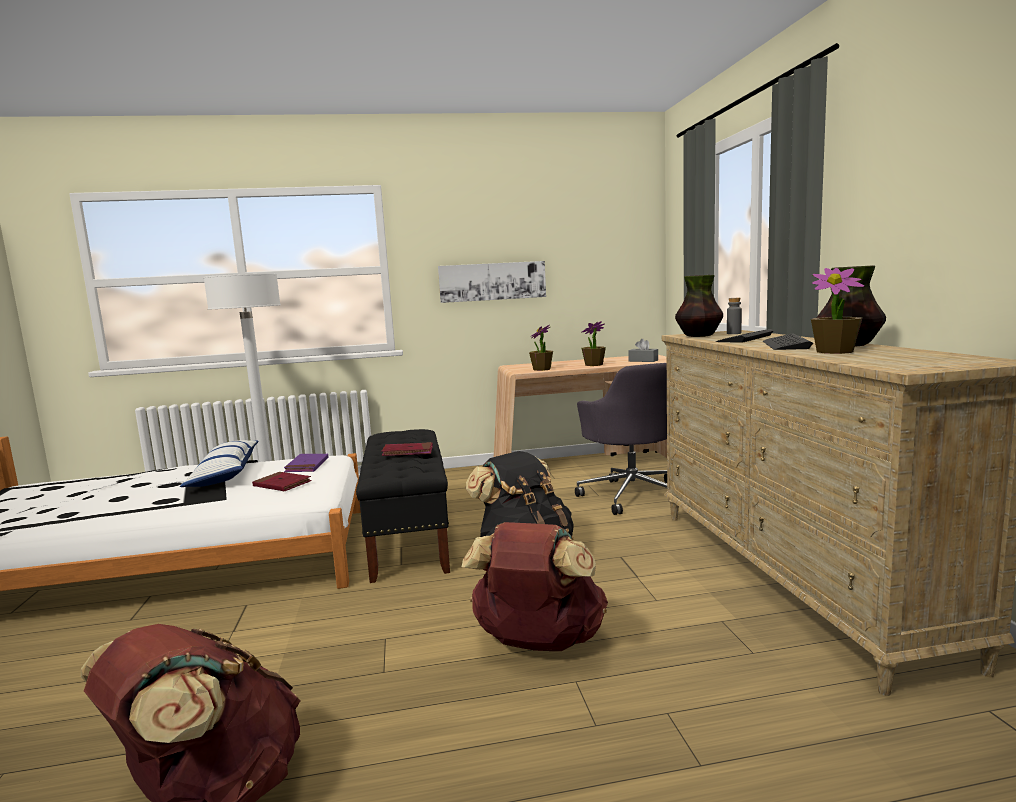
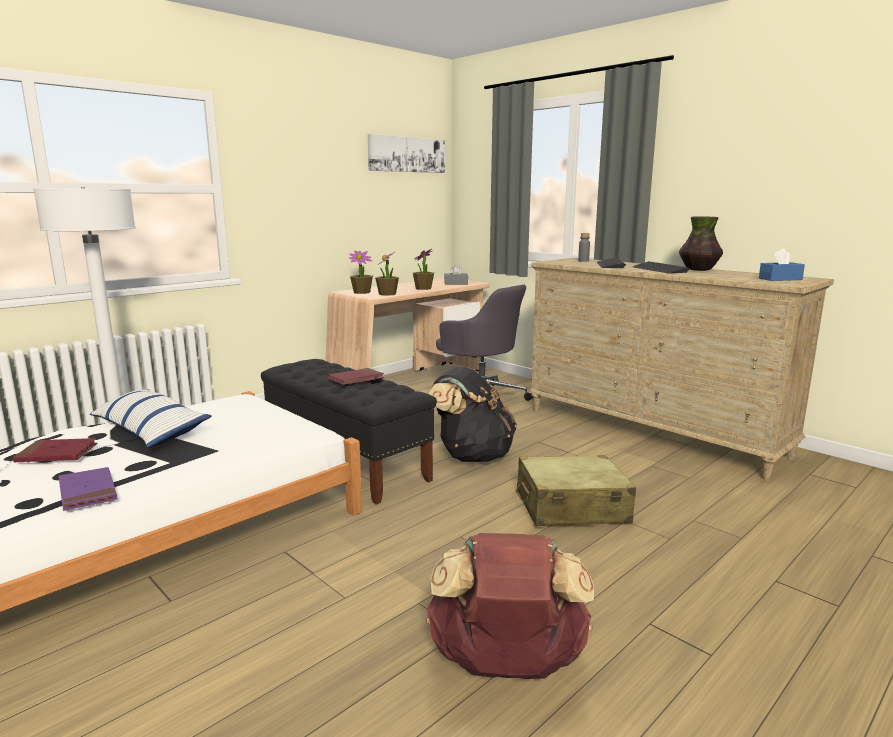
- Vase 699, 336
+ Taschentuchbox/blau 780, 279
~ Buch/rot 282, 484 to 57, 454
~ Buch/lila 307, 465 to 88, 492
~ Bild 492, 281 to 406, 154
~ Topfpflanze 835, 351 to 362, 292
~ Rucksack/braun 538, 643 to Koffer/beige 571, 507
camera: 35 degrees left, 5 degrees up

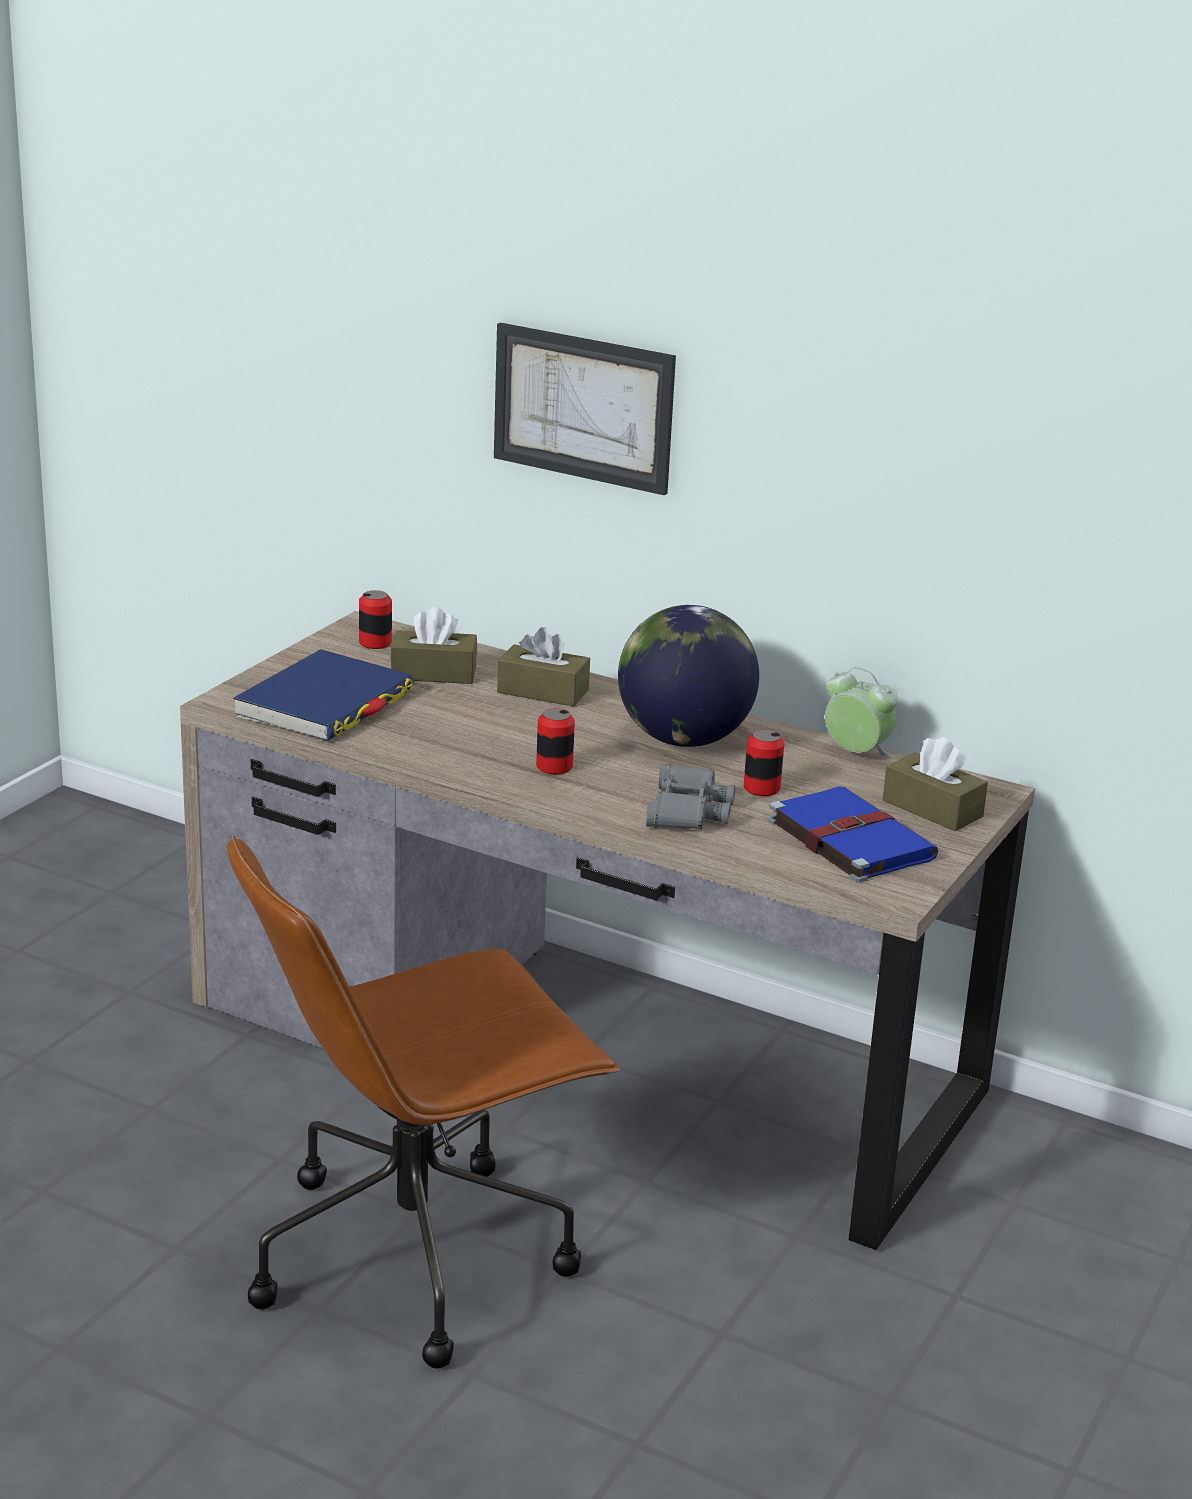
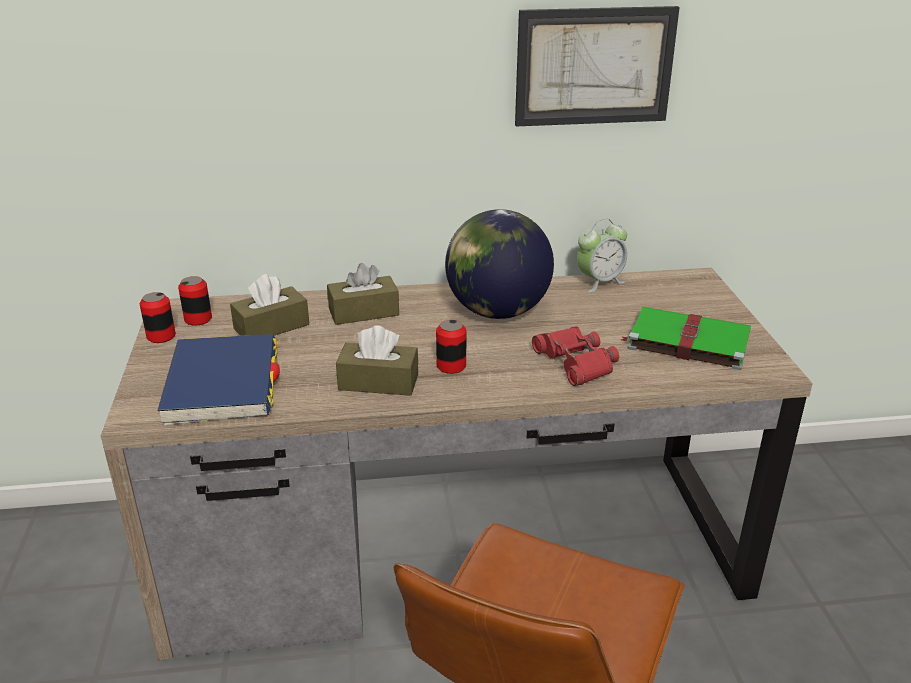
~ Bild 583, 407 to 594, 66
~ Dose 761, 788 to 161, 336
~ Taschentuchbox/braun 932, 808 to 378, 382
~ Fernglas/grau 687, 810 to Fernglas/rot 575, 362
~ Buch/blau 848, 838 to Buch/grün 686, 341
~ Wecker 856, 753 = 599, 282 150 degrees clockwise
camera: 35 degrees left, 5 degrees up

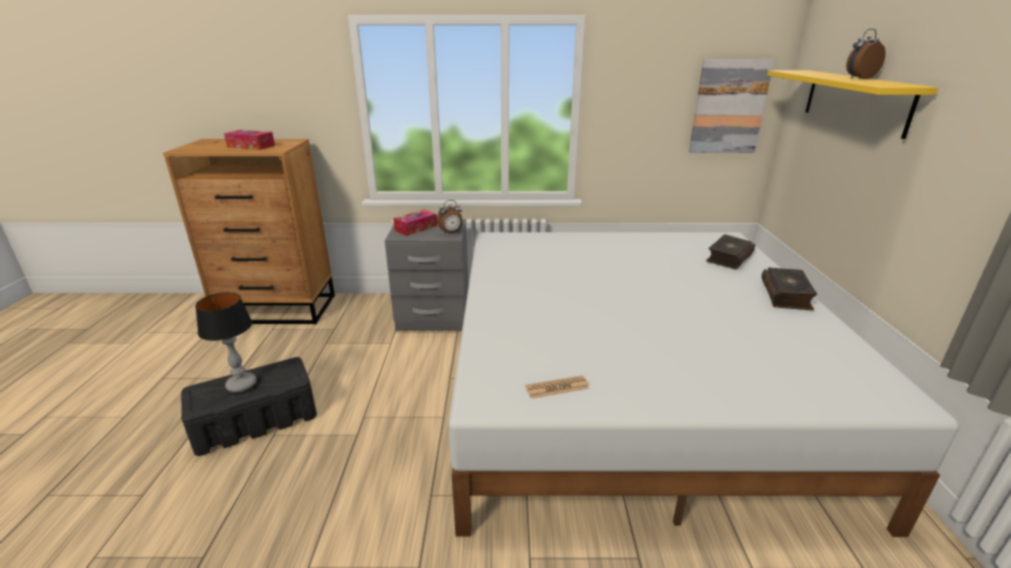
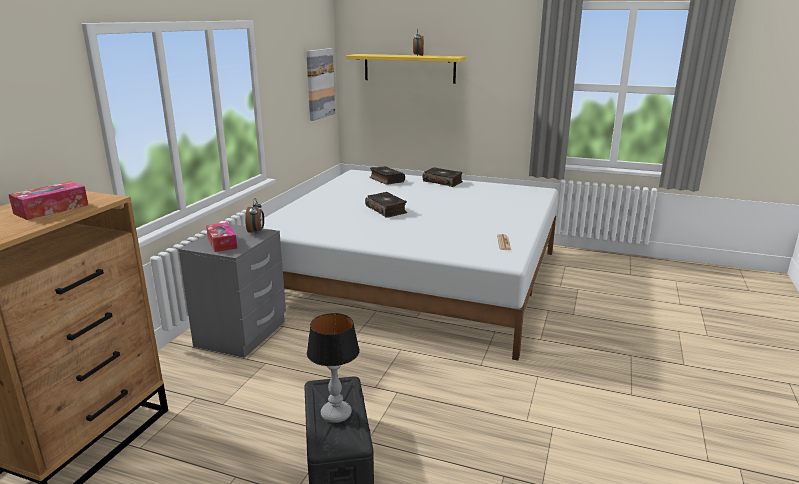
+ Buch 386, 210
camera: 70 degrees left, 5 degrees down

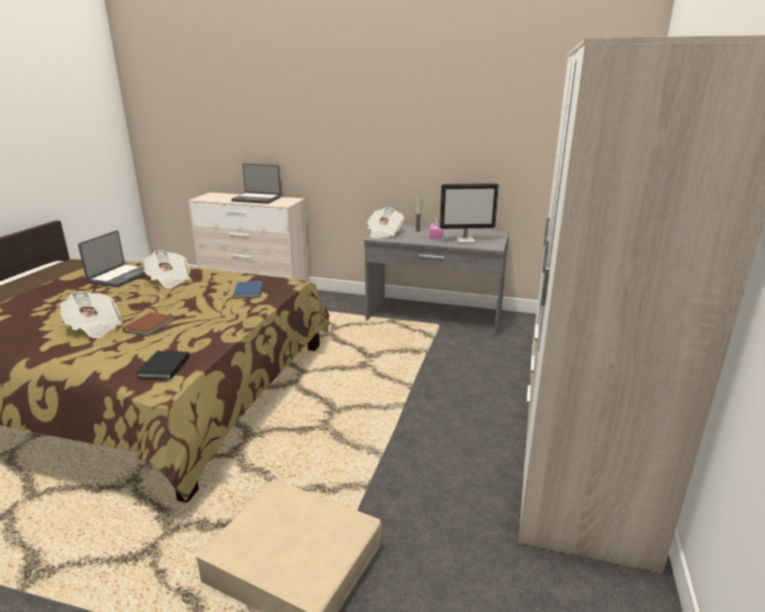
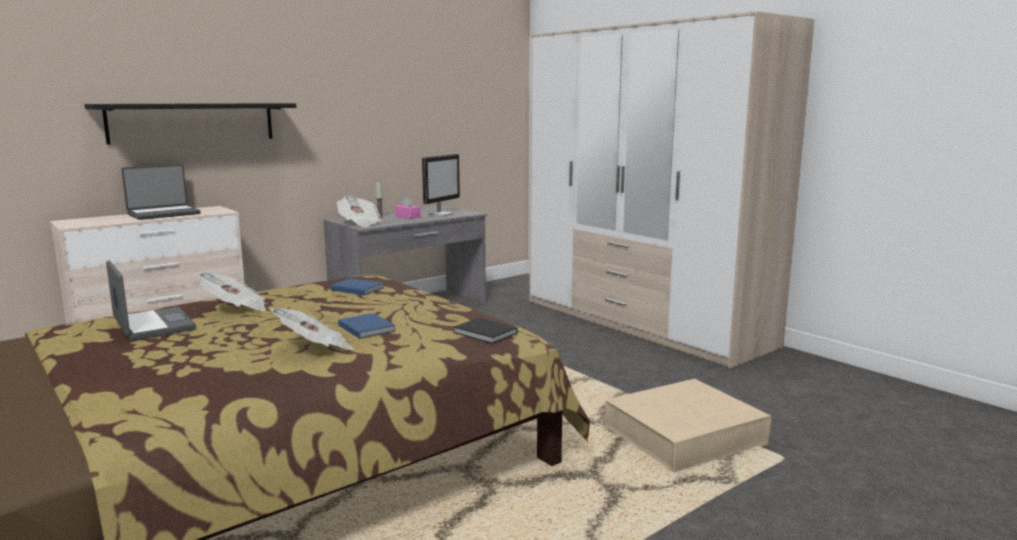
+ Wandregal/schwarz 192, 122
~ Buch/braun 150, 325 to Buch/blau 366, 328
camera: 55 degrees left, 10 degrees down

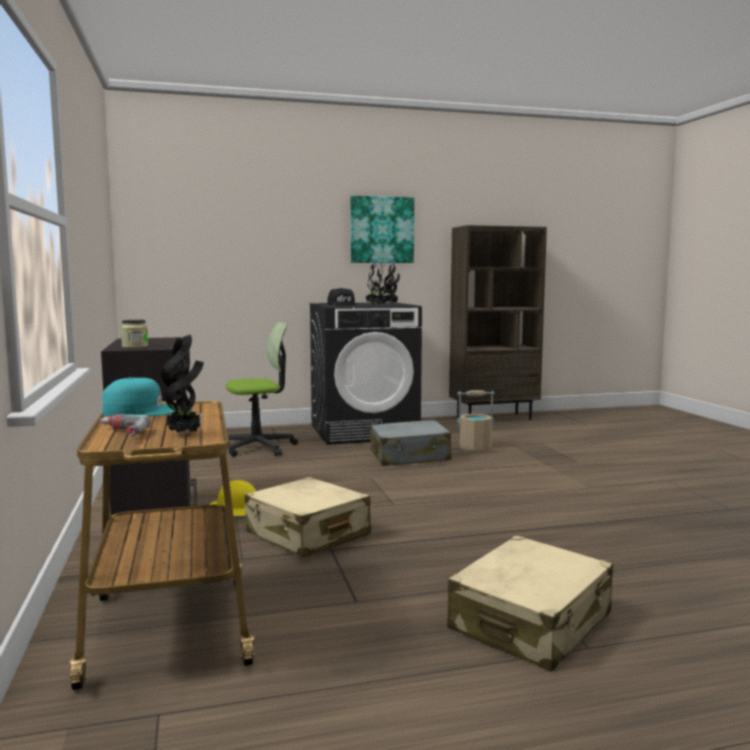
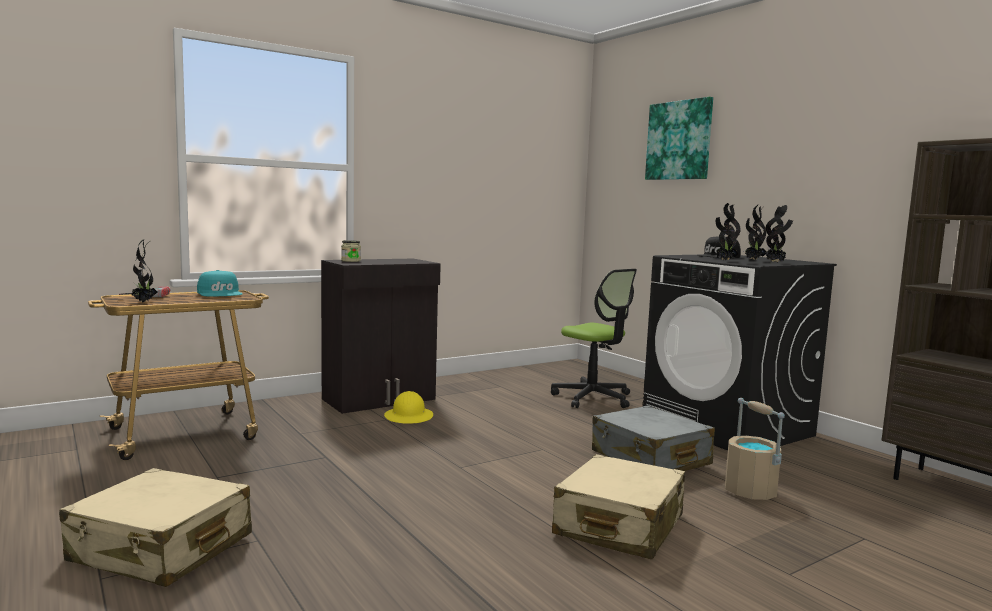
~ Koffer/beige 307, 534 to 619, 526
~ Bild 381, 230 to 679, 140
camera: 70 degrees right, 0 degrees up

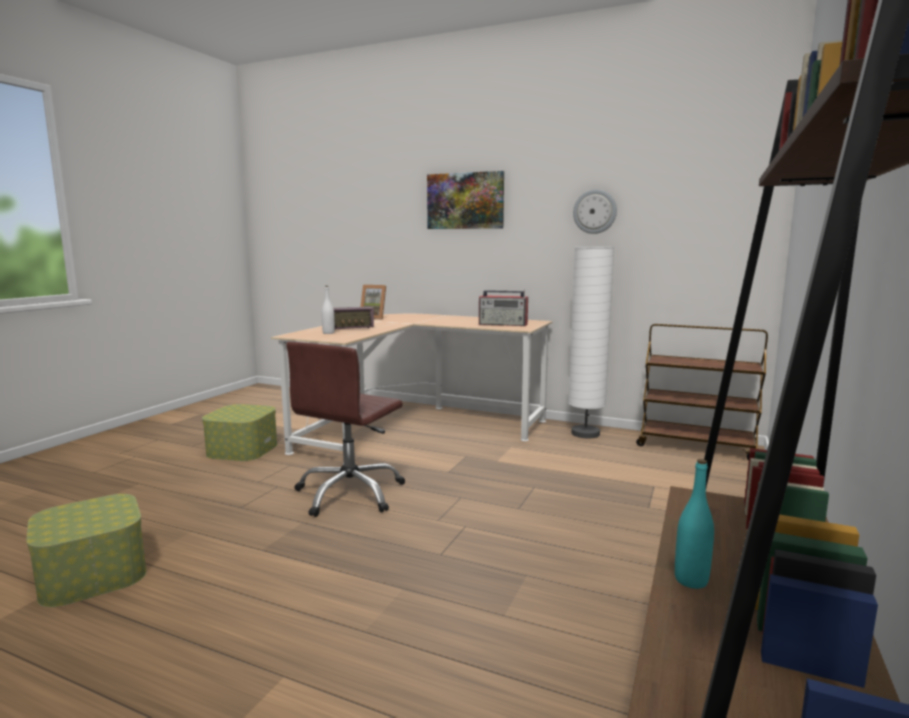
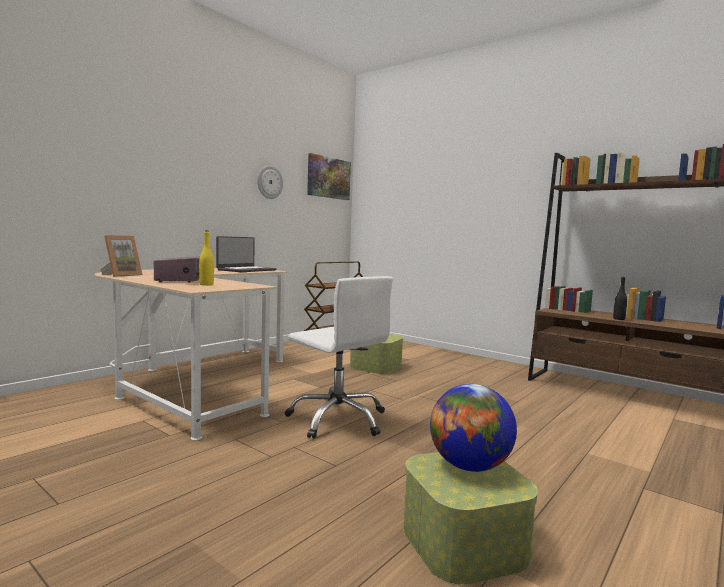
- Stehlampe/weiß 585, 434
+ Globus 469, 466
~ Aufbewahrungsbox 242, 449 to 375, 366
~ Bild 465, 201 to 328, 177
~ Radio 503, 324 to Laptop 246, 270
~ Bürostuhl/braun 350, 493 to Bürostuhl/weiß 338, 419
~ Flasche/weiß 328, 333 to Flasche/gelb 206, 285
~ Flasche/türkis 691, 580 to Flasche/schwarz 619, 319
camera: 75 degrees left, 5 degrees down

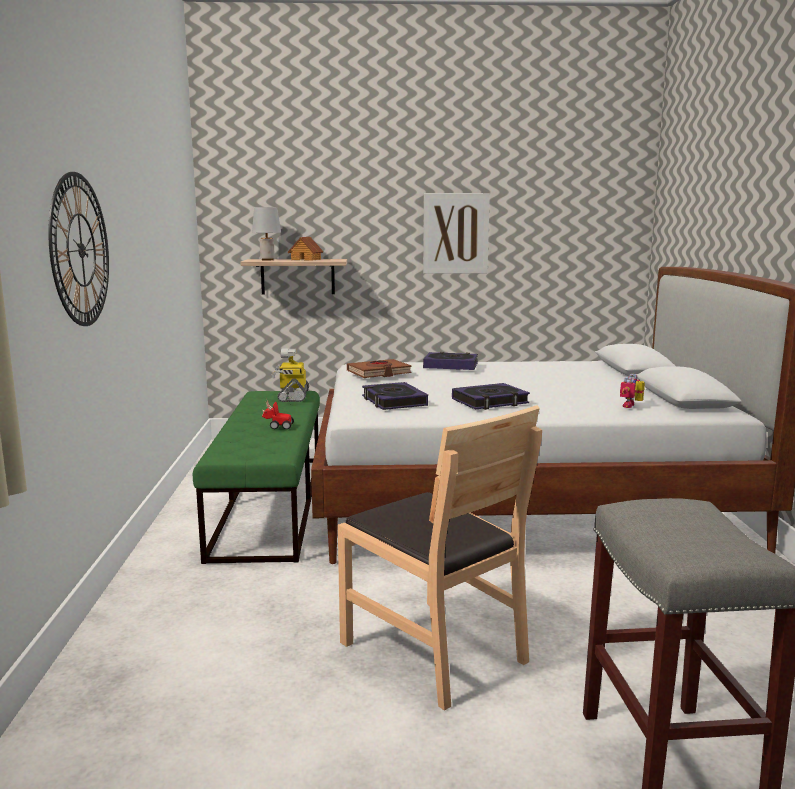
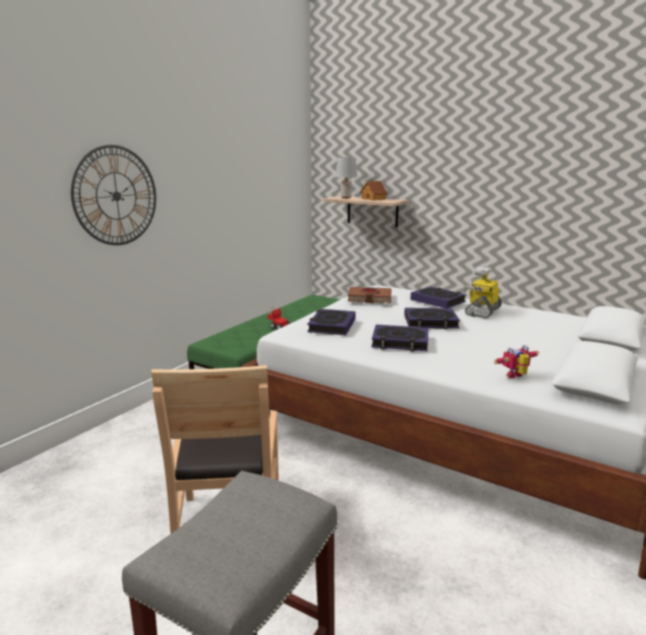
- Bild 455, 233
+ Buch 430, 322
~ Spielzeugroboter 292, 396 to 482, 311
camera: 35 degrees right, 5 degrees up

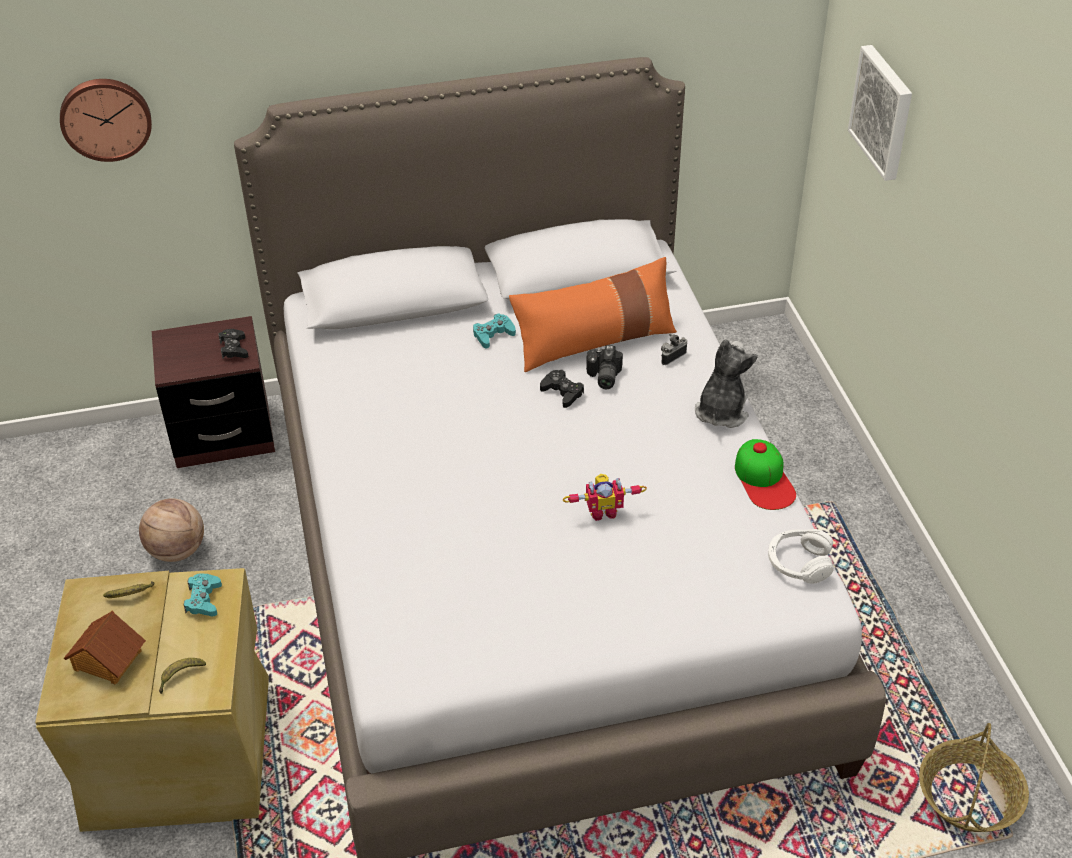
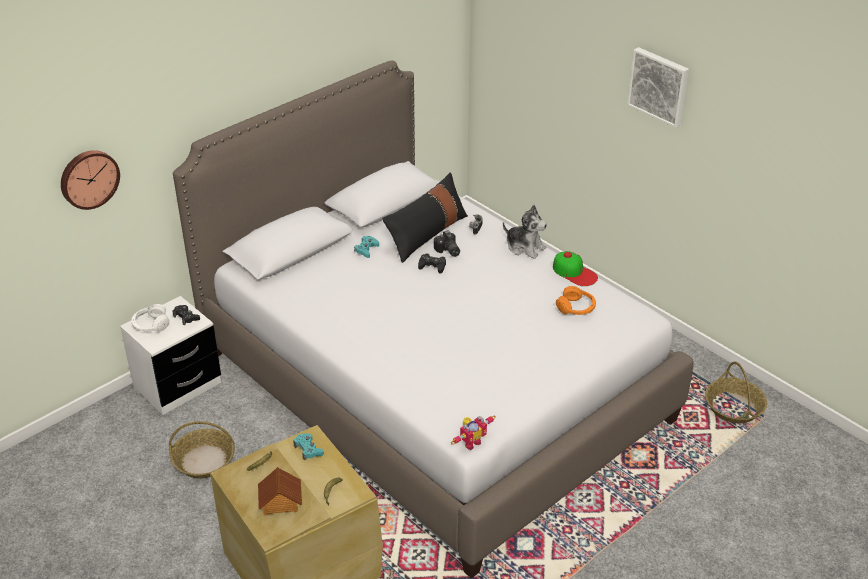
+ Kopfhörer/orange 576, 308
~ Spielzeugroboter 603, 511 to 470, 442
~ Kopfhörer/weiß 799, 563 to 151, 325
~ Bild 884, 111 to 659, 86
~ Basketball 177, 551 to Korb 204, 460
~ Nachttisch/braun 223, 435 to Nachttisch/weiß 177, 385
~ Kissen/orange 594, 341 to Kissen/schwarz 426, 234
~ Plüschtier 721, 411 = 525, 247 135 degrees clockwise
camera: 30 degrees left, 5 degrees down

